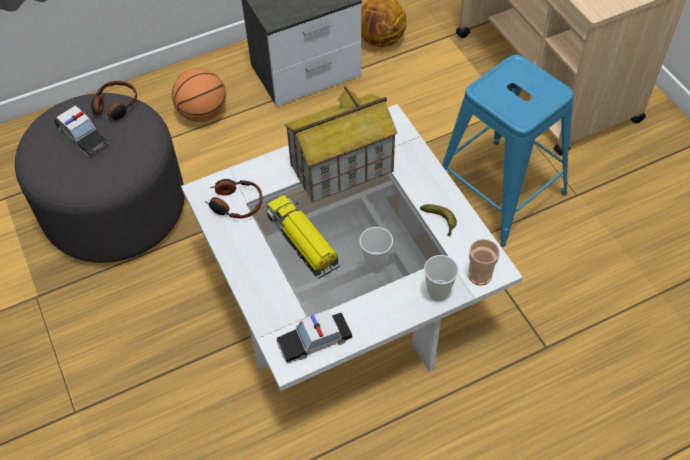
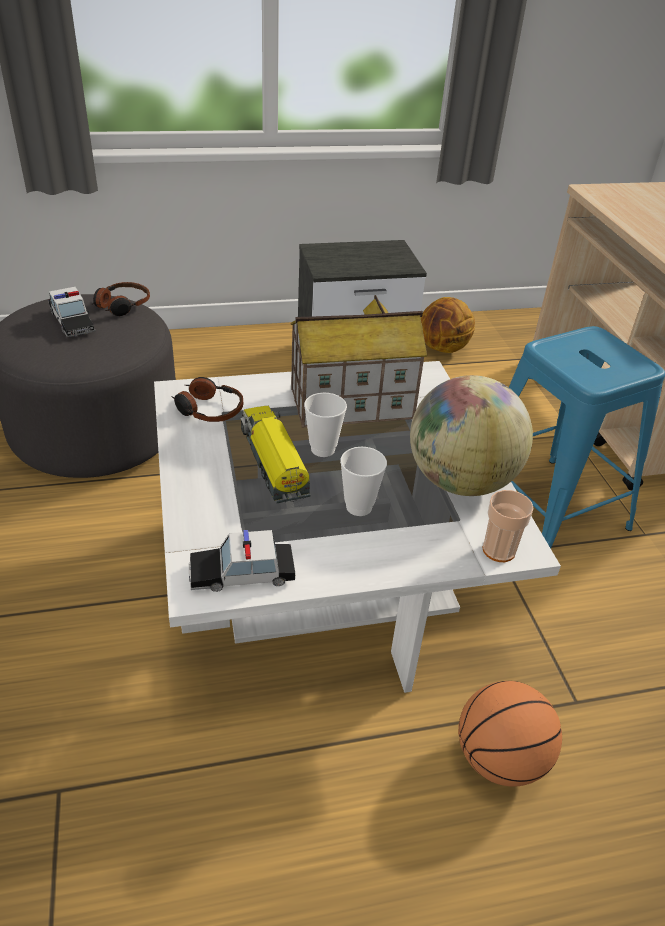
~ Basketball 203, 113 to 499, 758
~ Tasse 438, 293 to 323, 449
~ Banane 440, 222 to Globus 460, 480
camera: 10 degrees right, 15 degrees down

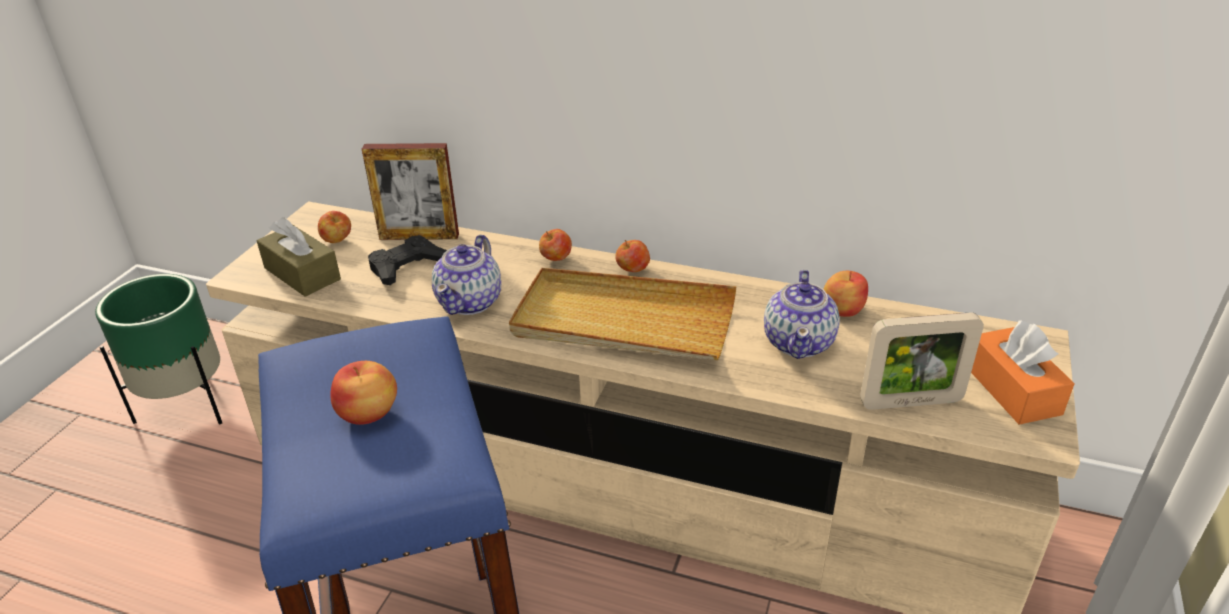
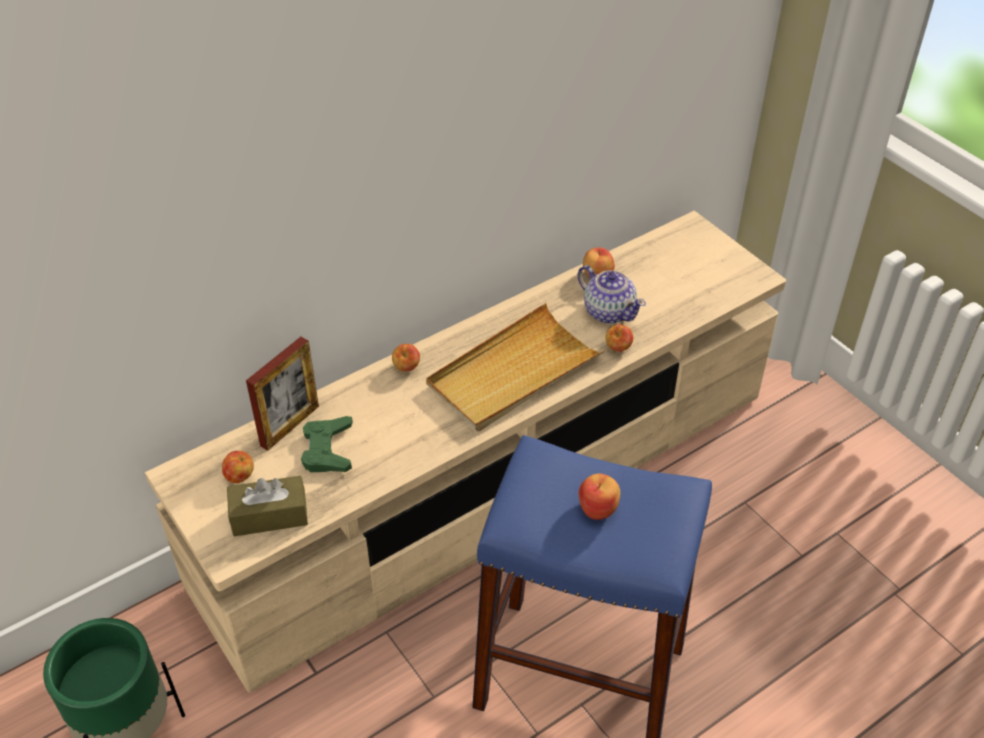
- Teekanne 470, 301
- Bilderrahmen 910, 402
- Taschentuchbox/orange 1012, 389
~ Apfel 632, 270 to 618, 348
~ Gamepad/schwarz 407, 266 to Gamepad/grün 328, 450
camera: 55 degrees left, 10 degrees up

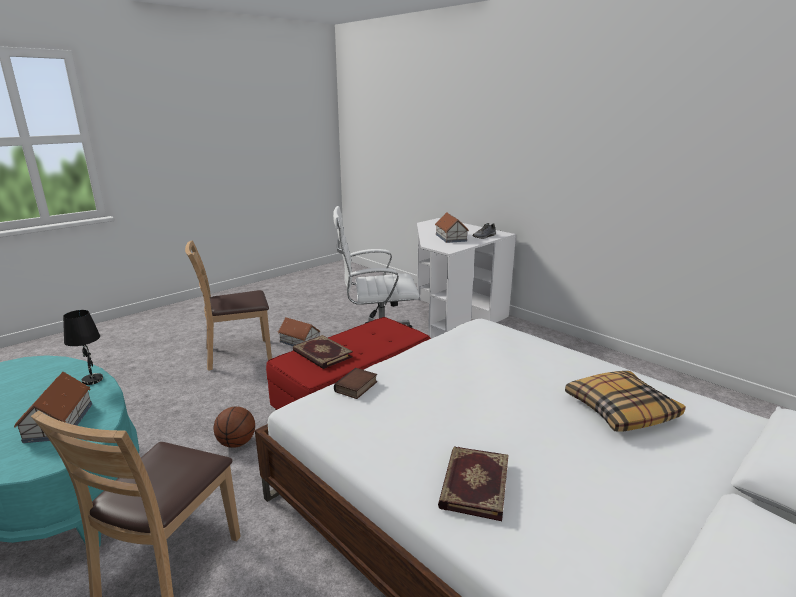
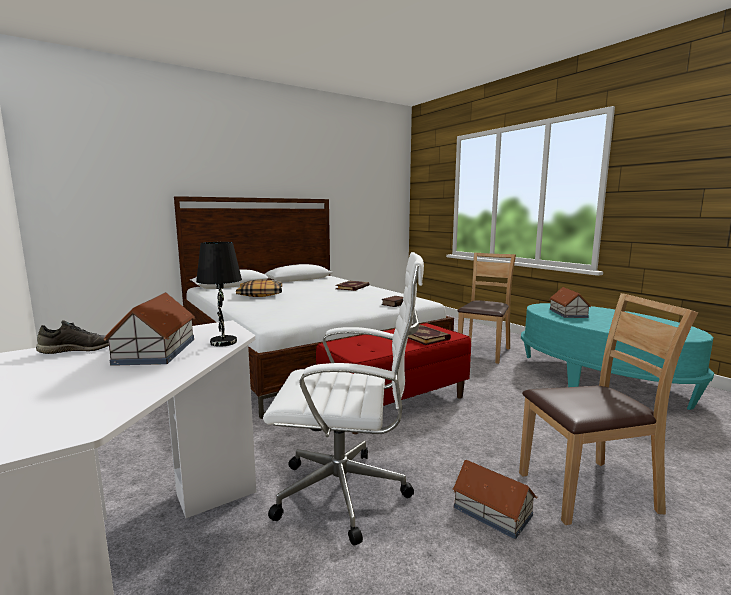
- Basketball 236, 443
~ Tischlampe/schwarz 92, 380 to 224, 342
camera: 170 degrees left, 10 degrees down

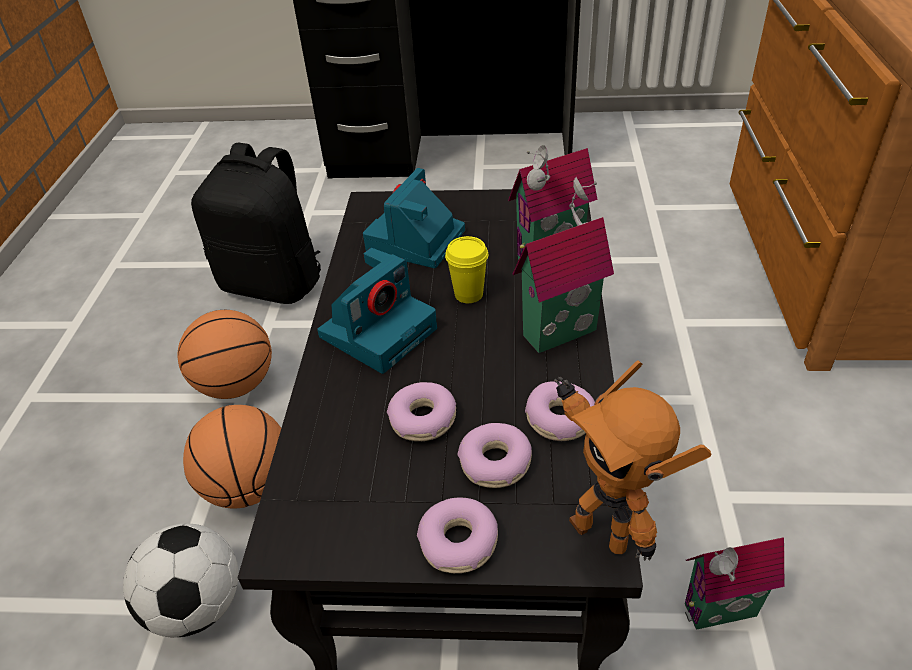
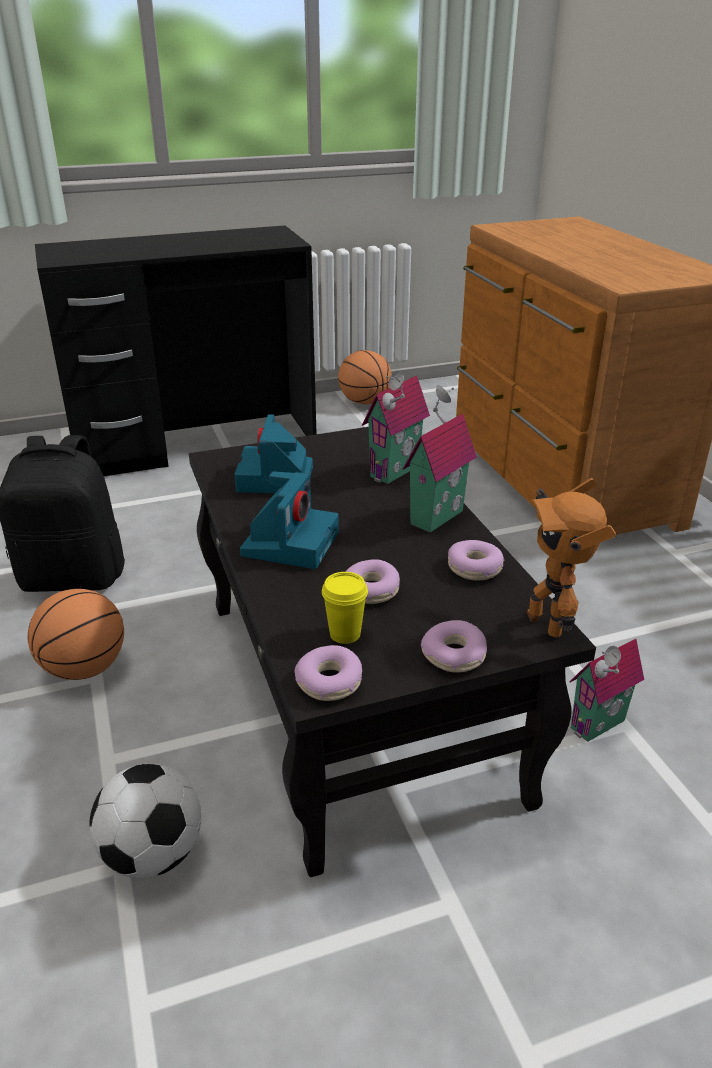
~ Basketball 249, 487 to 364, 402
~ Tasse/gelb 468, 294 to 345, 634
~ Donut 495, 463 to 329, 682
~ Spielzeugroboter 602, 529 = 549, 623 45 degrees clockwise
camera: 25 degrees left, 10 degrees down

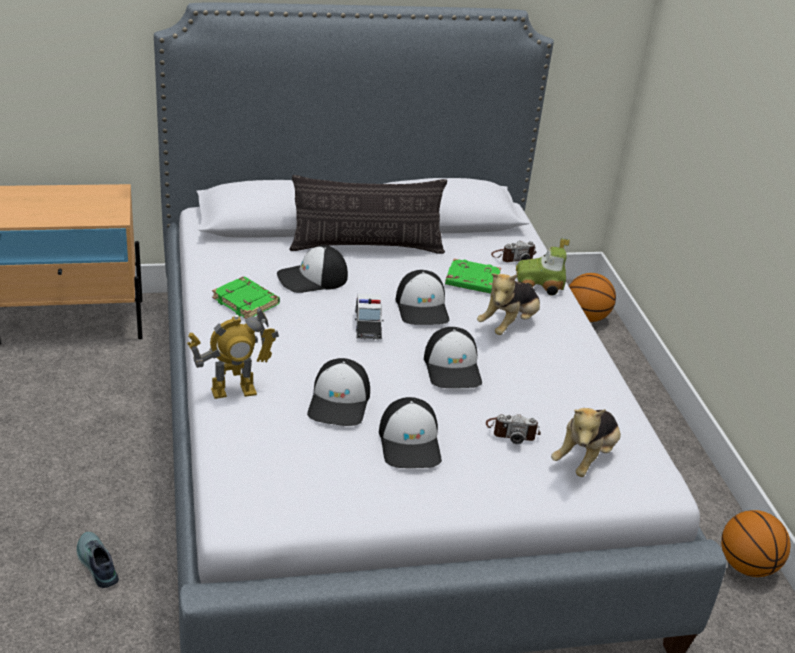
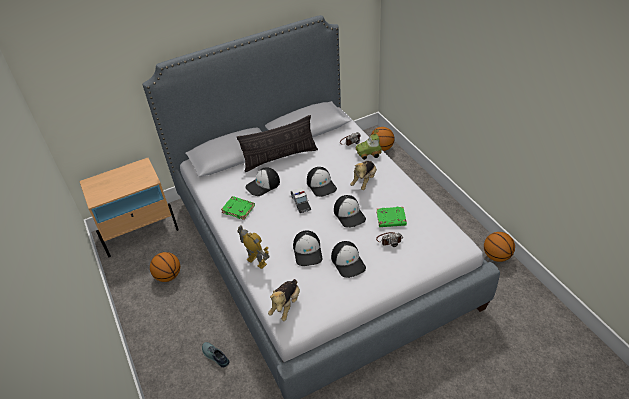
+ Basketball 168, 276
~ Buch/grün 471, 281 to 391, 219
~ Plüschtier 585, 458 to 286, 305
~ Spielzeugroboter 233, 391 = 257, 261 105 degrees counterclockwise
camera: 10 degrees left, 10 degrees up

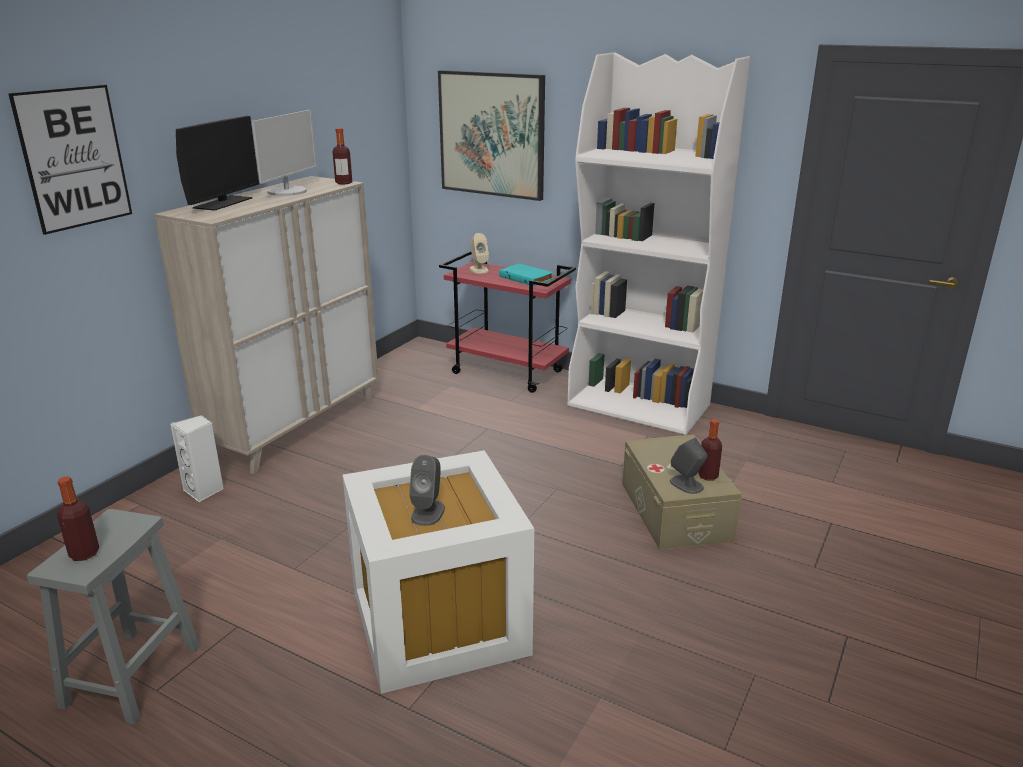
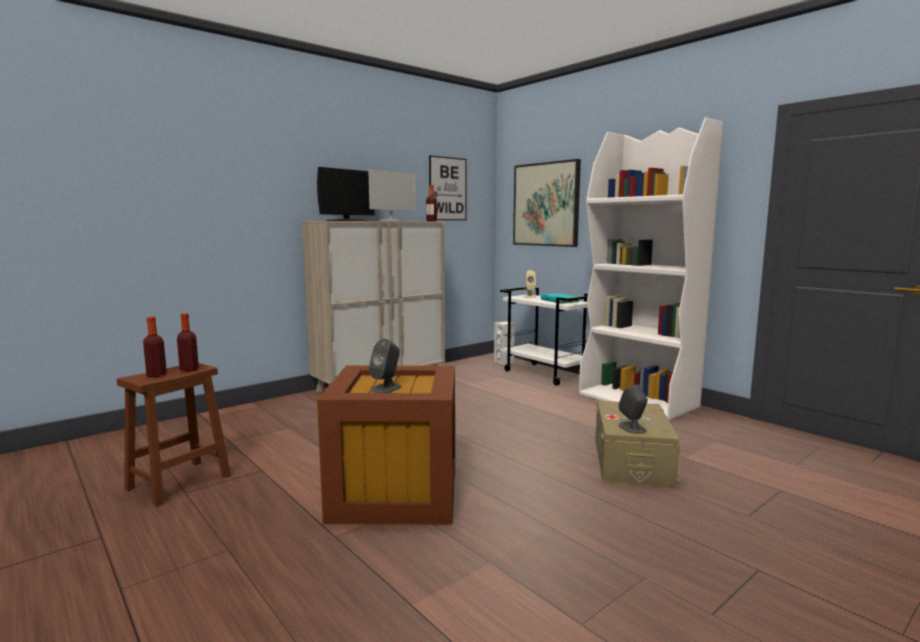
~ Bild 74, 158 to 447, 189
~ Lautsprecher/weiß 204, 491 to 504, 361
~ Flasche 708, 476 to 189, 369
~ Hocker/grau 131, 677 to Hocker/braun 177, 483
~ Aufbewahrungsbox/weiß 440, 620 to Aufbewahrungsbox/braun 397, 492
~ Rollwagen/rot 508, 372 to Rollwagen/weiß 545, 374
camera: 20 degrees right, 15 degrees down

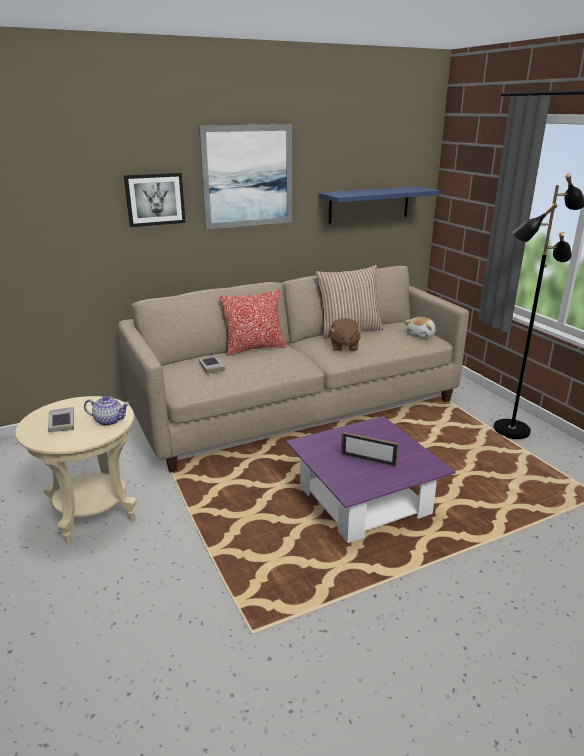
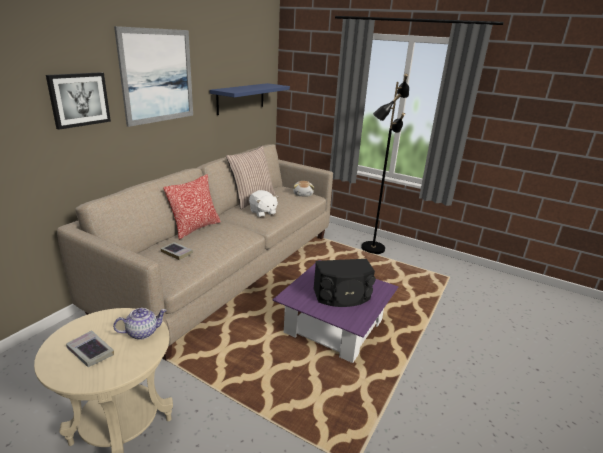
~ Bilderrahmen 368, 460 to Lautsprecher/schwarz 342, 296
~ Plüschtier/braun 344, 346 to Plüschtier/weiß 262, 212
camera: 35 degrees left, 0 degrees up

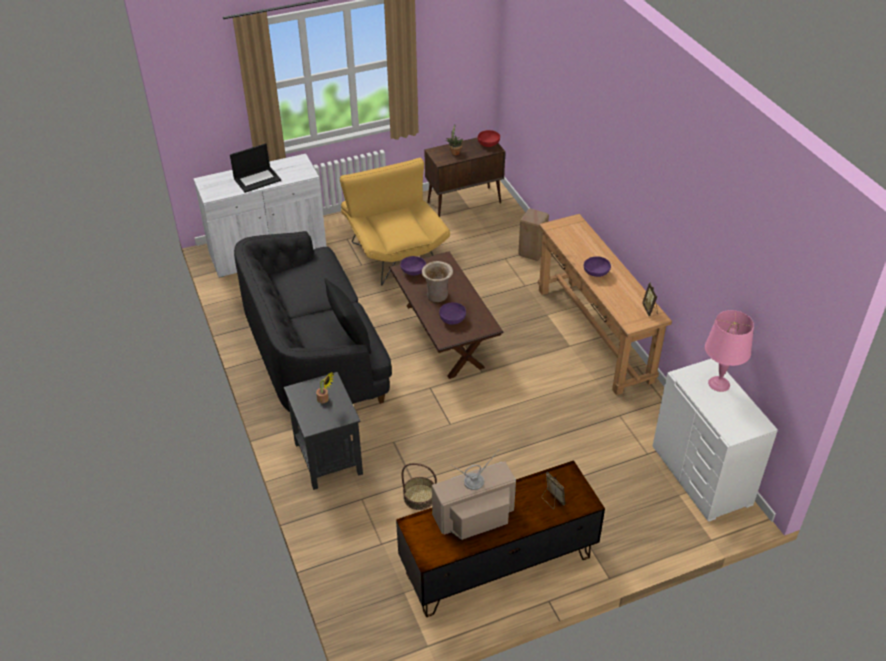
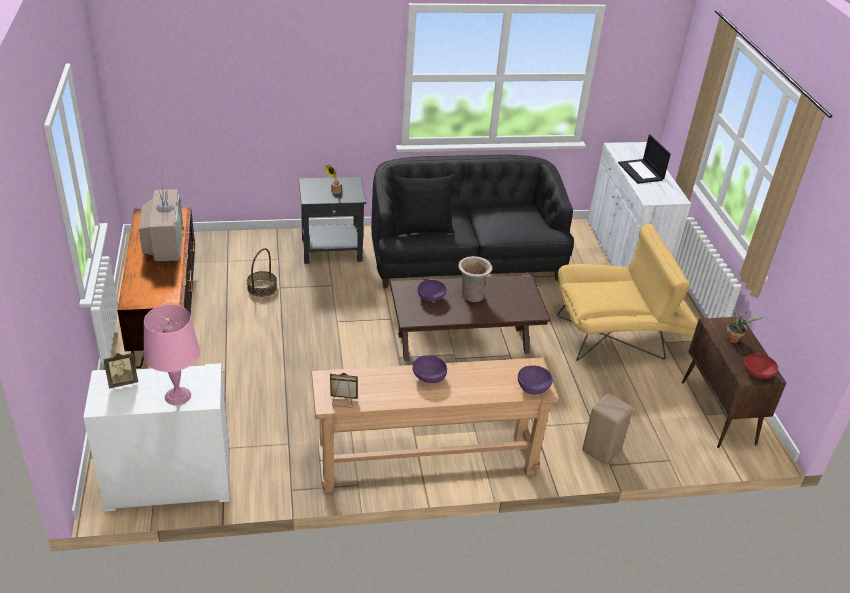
~ Schüssel/lila 413, 272 to 533, 387
~ Bilderrahmen 552, 500 to 123, 382
camera: 100 degrees right, 5 degrees down

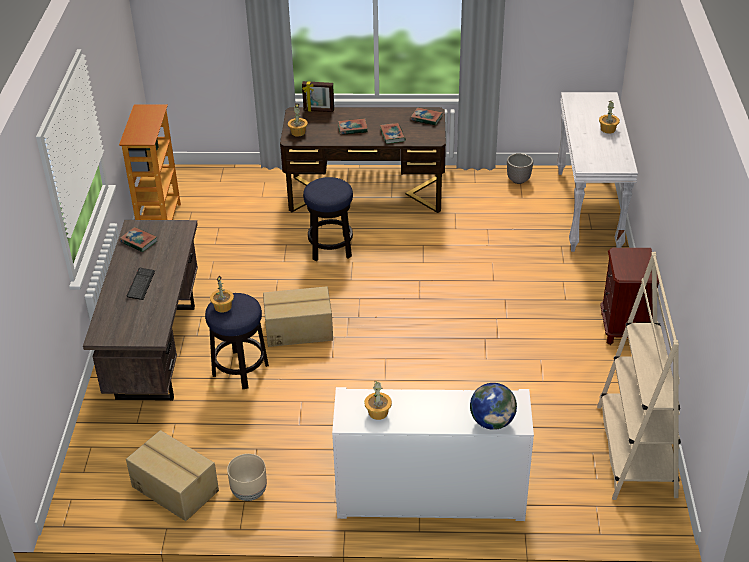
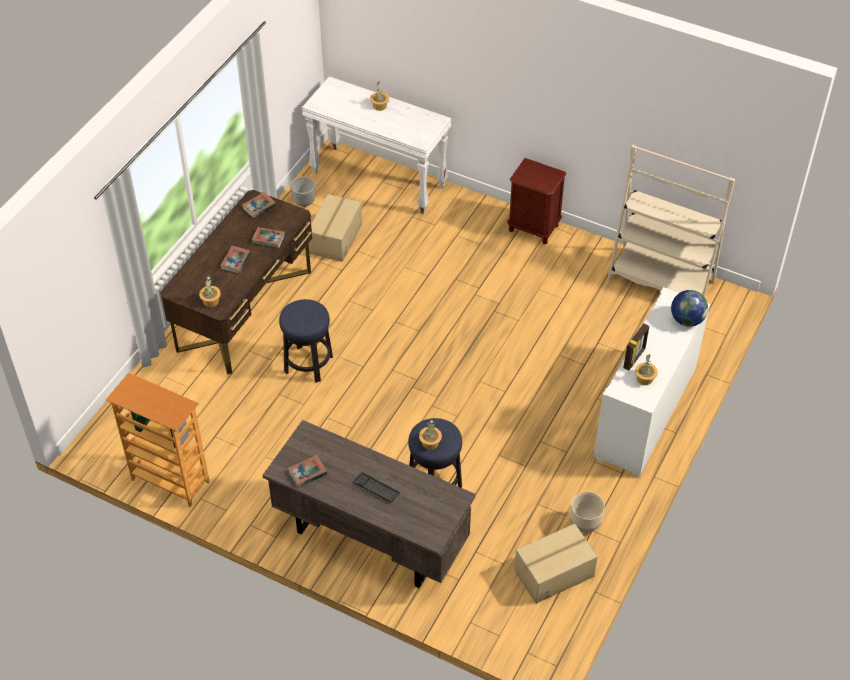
~ Karton 298, 329 to 335, 238
~ Bilderrahmen 318, 110 to 634, 358
camera: 65 degrees left, 10 degrees up

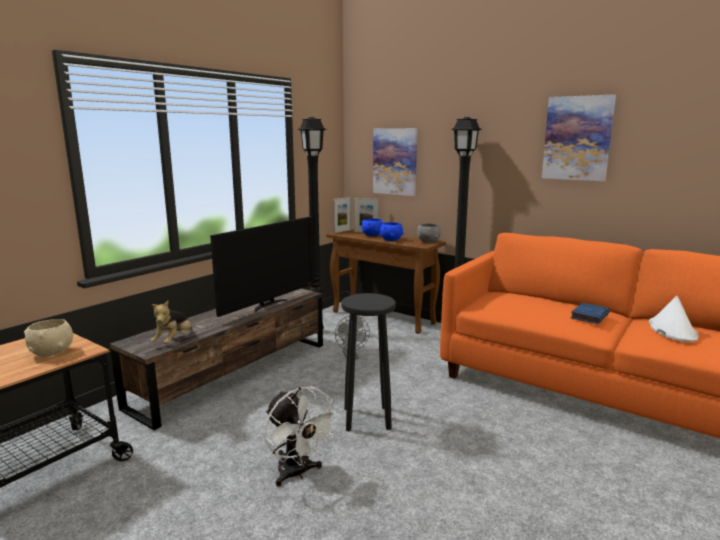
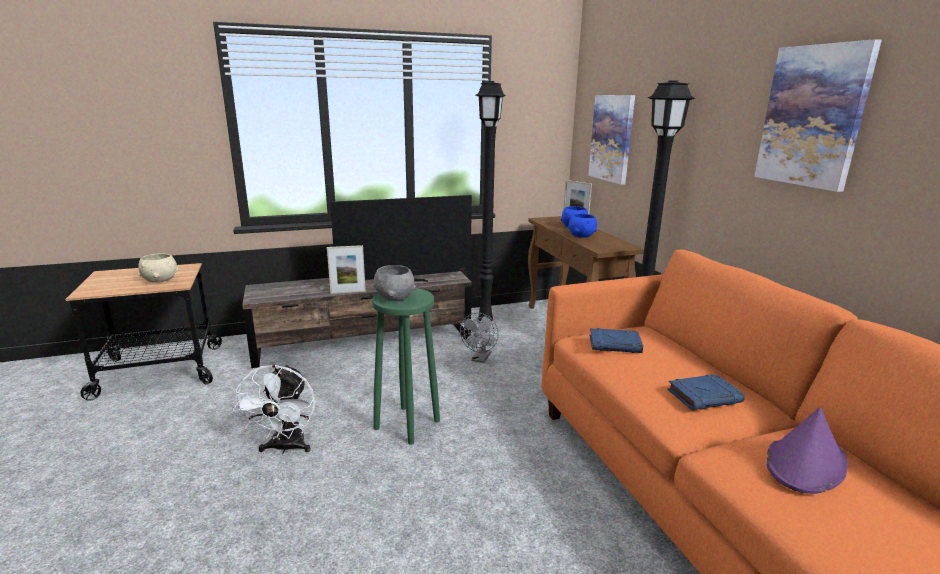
- Plüschtier 174, 341
+ Buch/blau 615, 344
~ Bilderrahmen 342, 231 to 348, 292
~ Schüssel/grau 428, 241 to 395, 297
~ Hocker/schwarz 368, 418 to Hocker/grün 407, 425
~ Hut/weiß 672, 330 to Hut/lila 805, 462
camera: 35 degrees right, 5 degrees up

